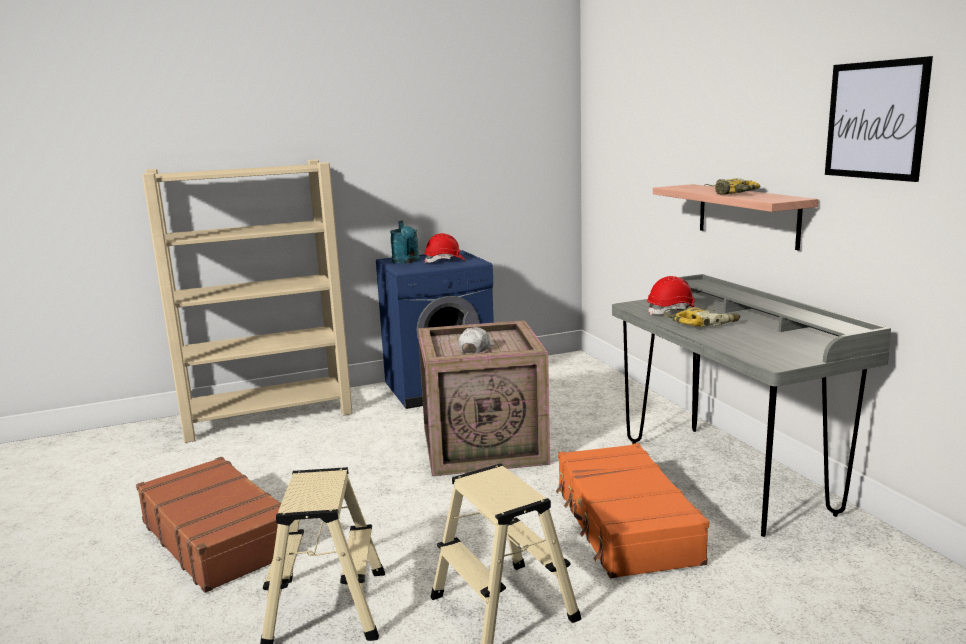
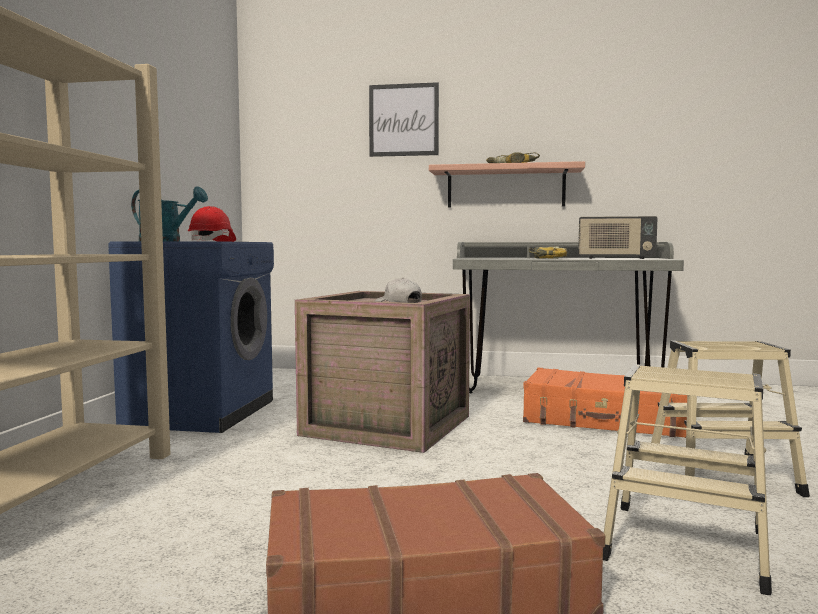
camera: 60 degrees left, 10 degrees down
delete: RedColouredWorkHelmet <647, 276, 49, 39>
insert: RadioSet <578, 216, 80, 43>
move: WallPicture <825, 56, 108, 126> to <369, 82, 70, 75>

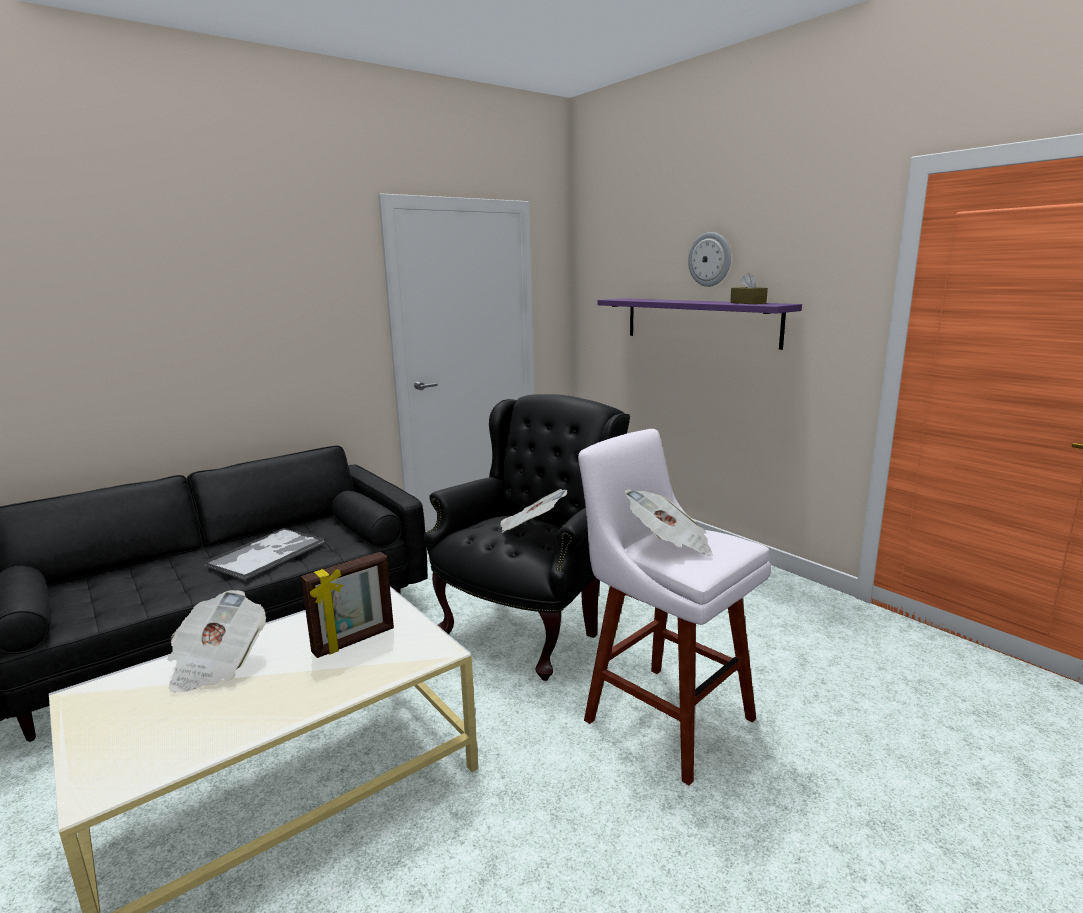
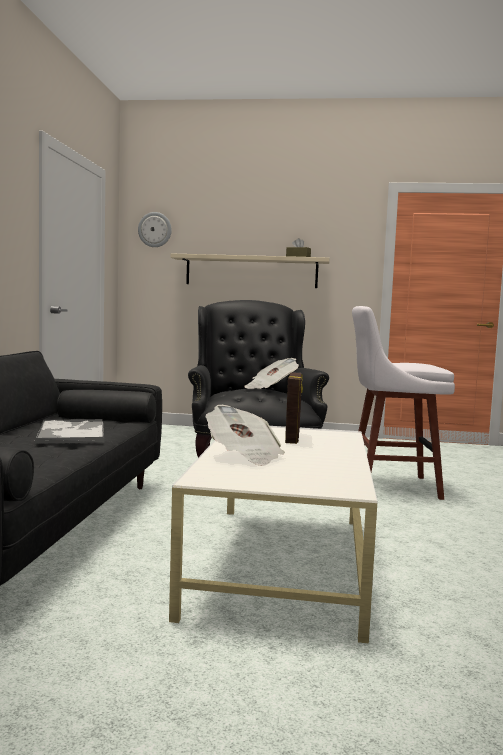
camera: 45 degrees left, 10 degrees down
delete: PrintedPaper <624, 489, 89, 67>
move: ClockOnTheWall <688, 232, 43, 55> to <138, 212, 34, 35>
recolor: PurplishBracketShelf <598, 298, 204, 52> to SandColouredBracketShelf <170, 253, 159, 35>

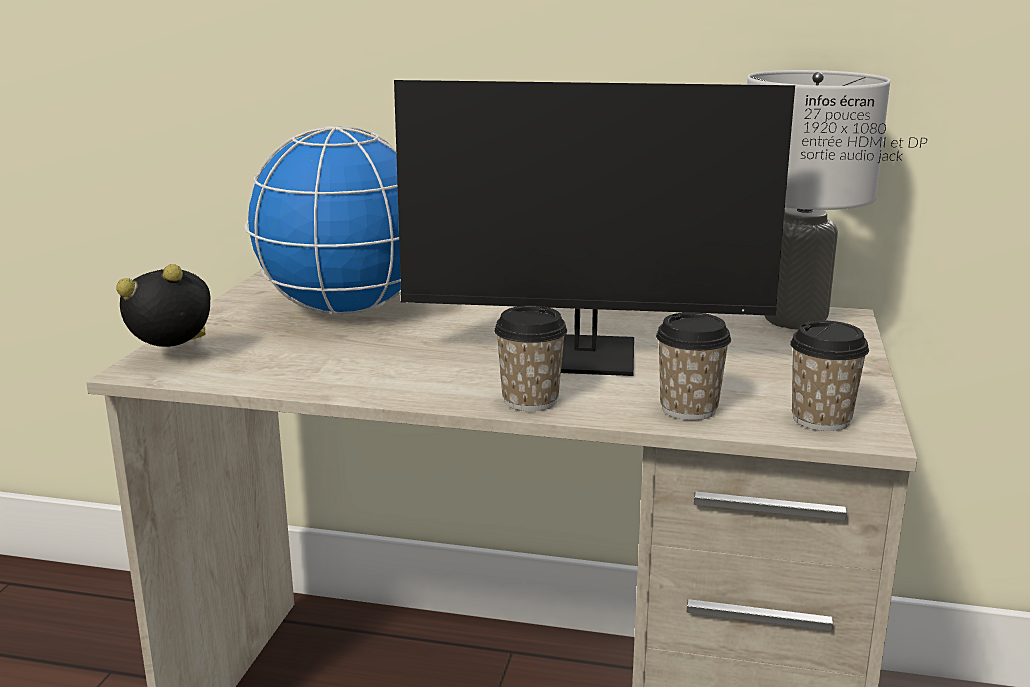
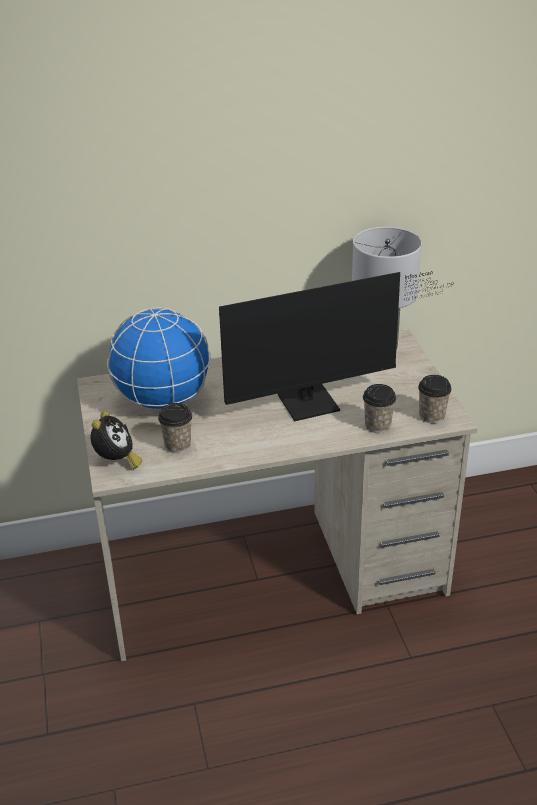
camera: 25 degrees left, 15 degrees up
move: Cup <494, 306, 73, 105> to <158, 403, 34, 50>
rotate: TableClock <116, 264, 94, 83> = <90, 411, 52, 58> 135 degrees clockwise

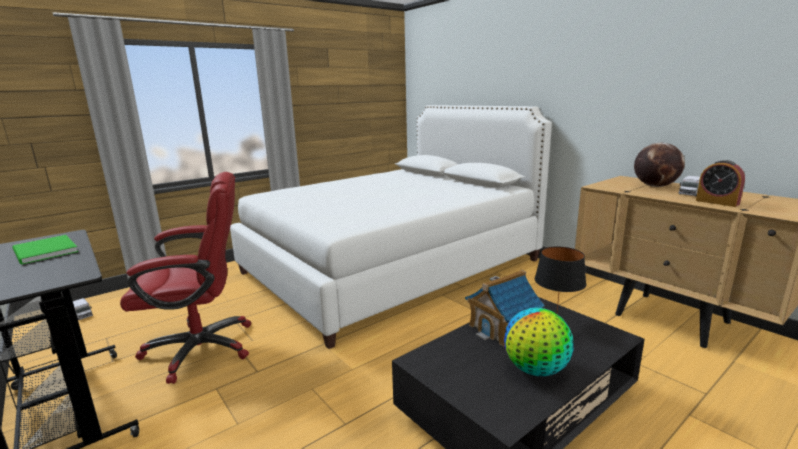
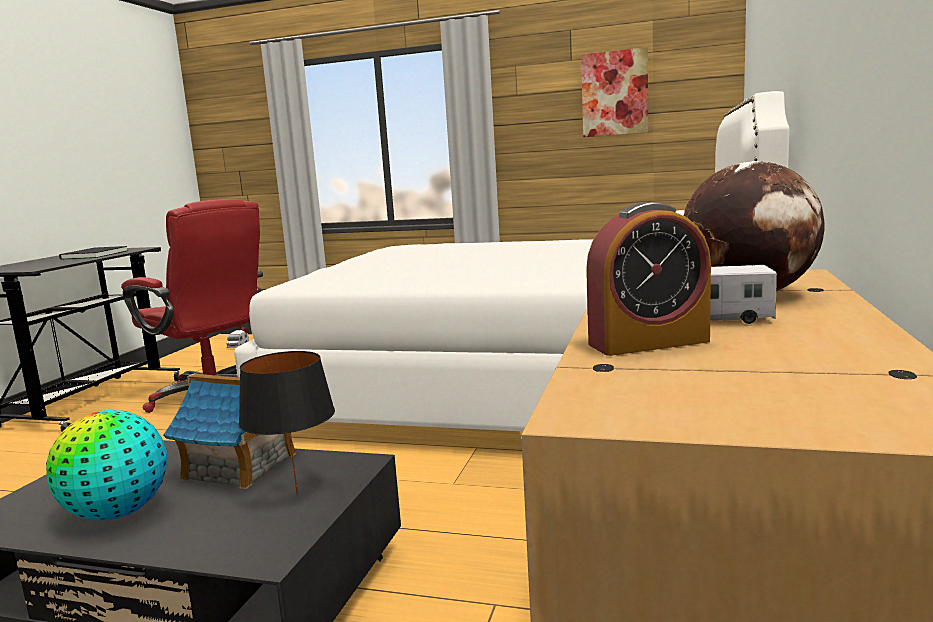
camera: 55 degrees right, 5 degrees down
insert: WallPicture <581, 47, 67, 90>
recolor: GreenishVolume <12, 235, 66, 30> to BlackColouredVolume <59, 246, 68, 14>
rotate: TableClock <696, 160, 49, 47> = <586, 202, 125, 154> 120 degrees counterclockwise

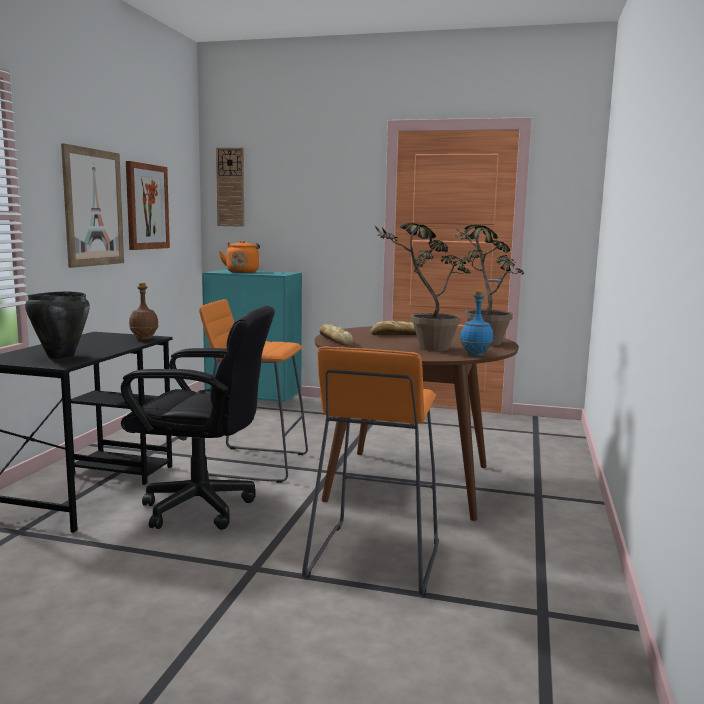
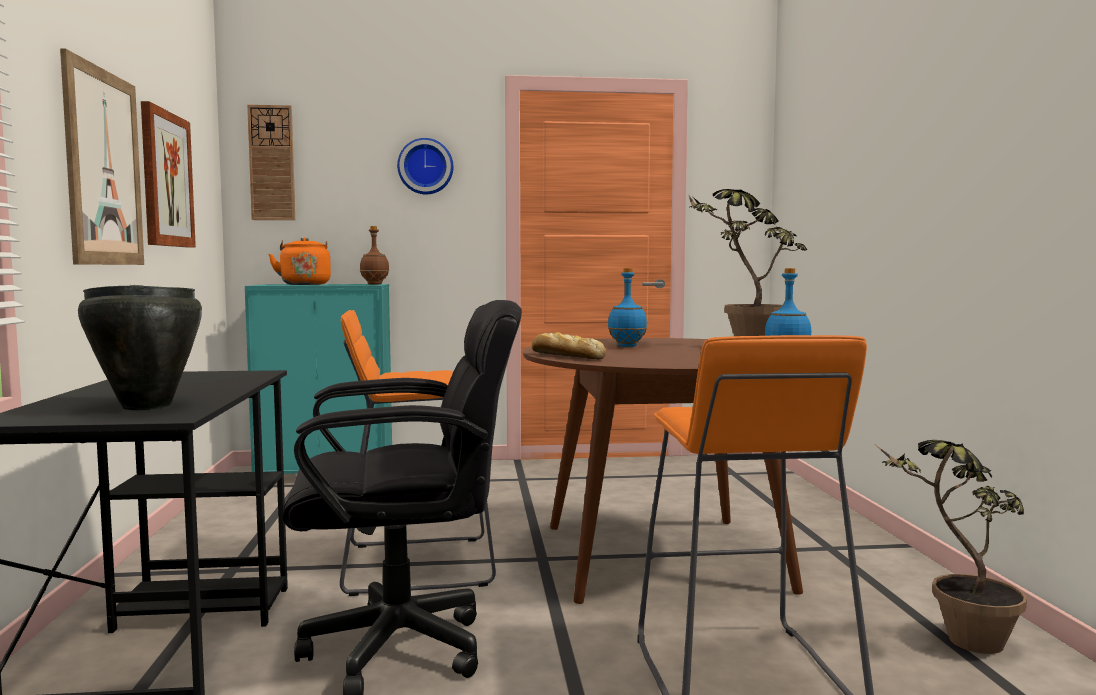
camera: 20 degrees left, 5 degrees down
insert: ClockOnTheWall <397, 138, 56, 56>
move: BrownishBeverageBottle <129, 283, 30, 57> to <360, 226, 29, 59>; Houseplant <373, 223, 98, 128> to <873, 440, 154, 214>
replace: Bread <371, 321, 45, 14> to BlueBeverageBottle <608, 268, 39, 79>

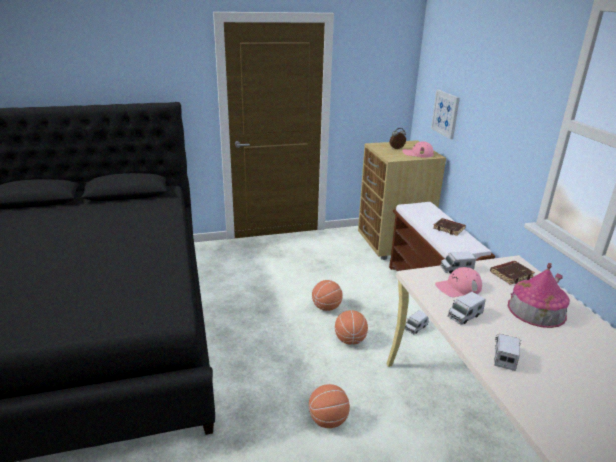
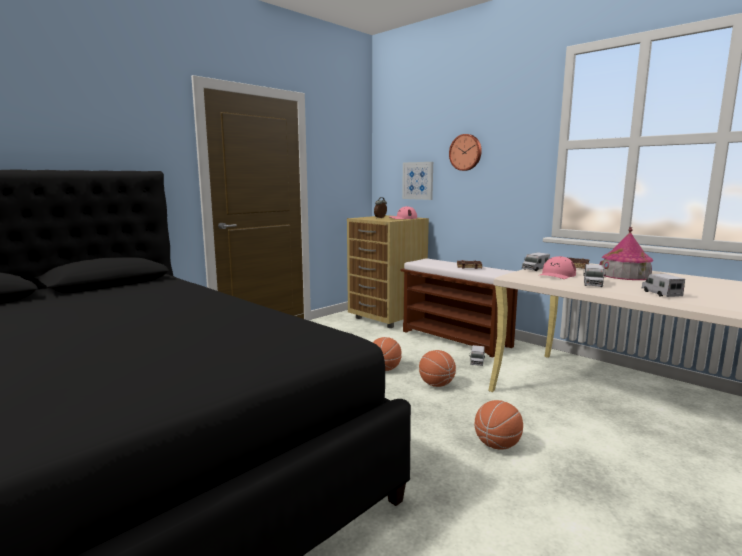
camera: 30 degrees left, 15 degrees down
insert: ClockOnTheWall <449, 134, 33, 37>

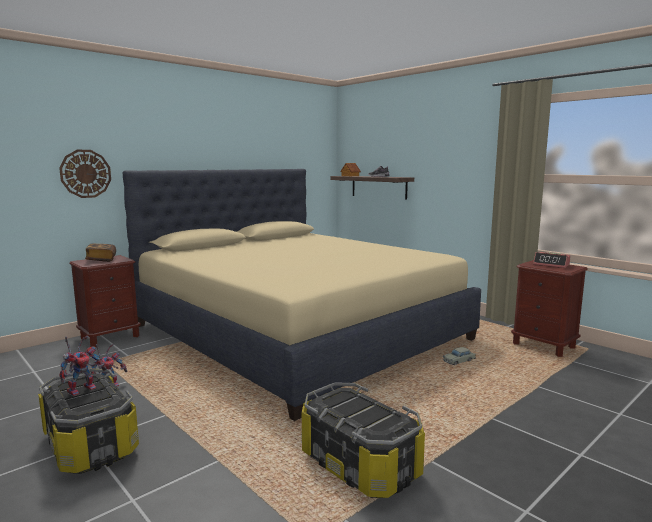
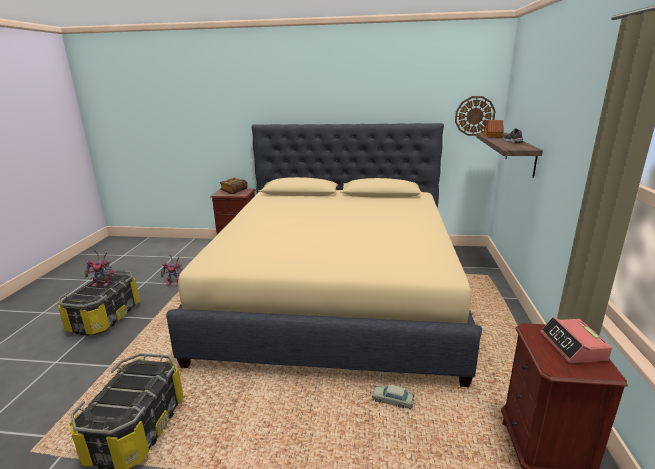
camera: 50 degrees right, 10 degrees up
move: ClockOnTheWall <59, 150, 52, 48> to <455, 96, 41, 40>

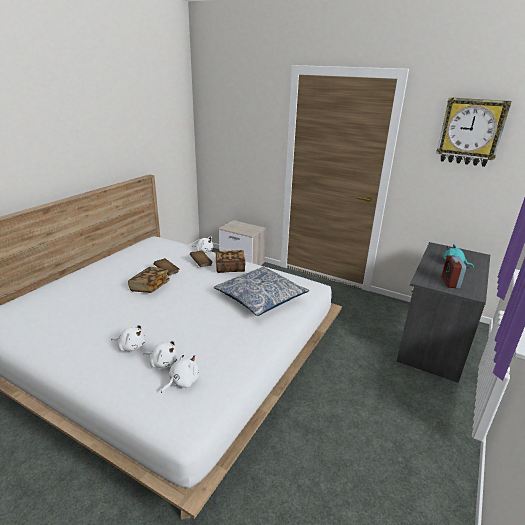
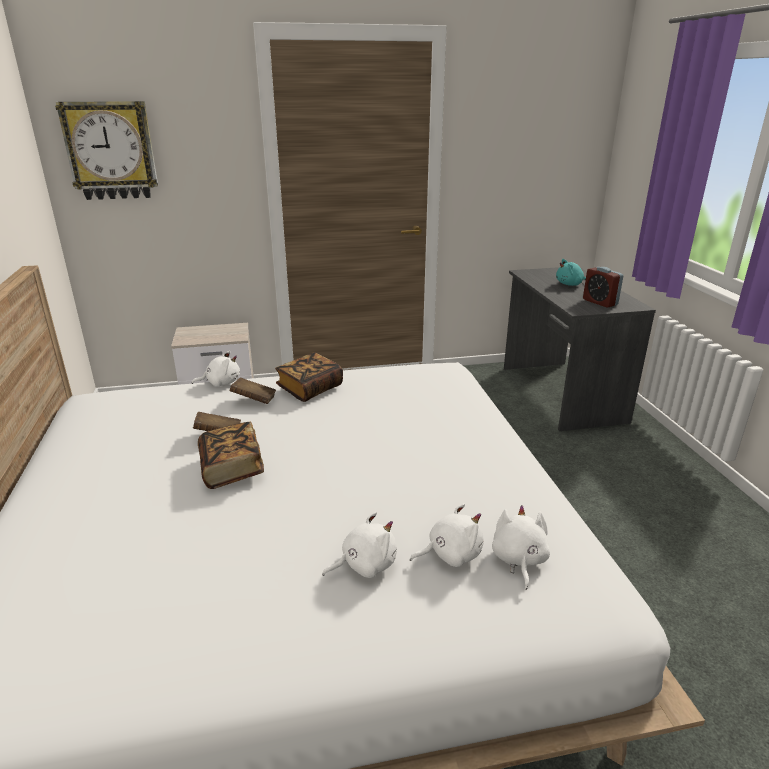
camera: 40 degrees left, 0 degrees up
delete: ThrowPillow <214, 267, 95, 49>
move: ClockOnTheWall <436, 97, 76, 70> to <55, 101, 103, 99>

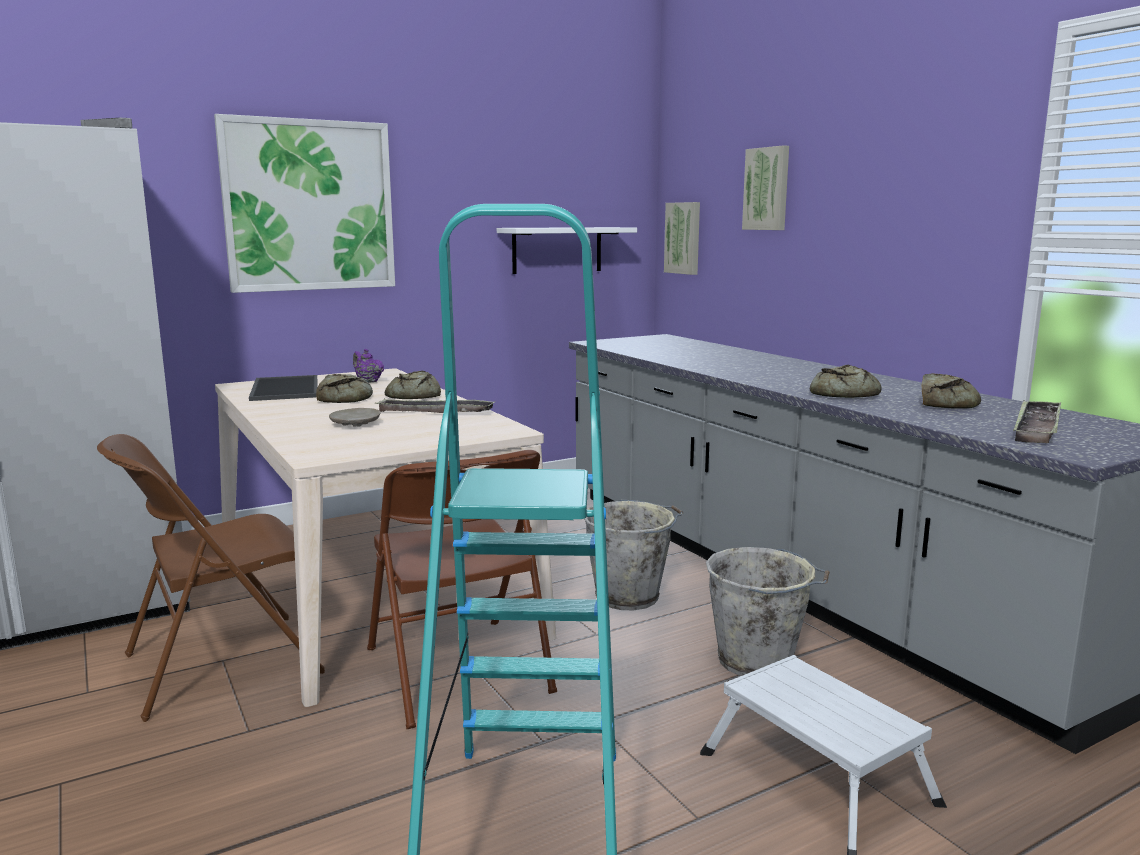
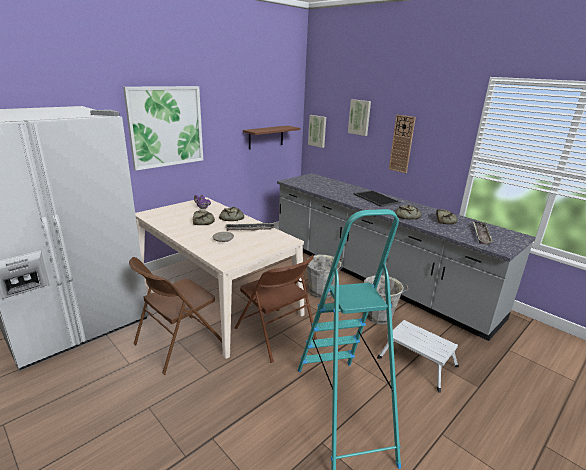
camera: 15 degrees left, 10 degrees up
insert: ClockOnTheWall <389, 115, 27, 58>
move: CarryingTray <249, 375, 68, 26> to <353, 190, 47, 17>
recolor: WhitishBracketShelf <497, 227, 140, 47> to BrownishBracketShelf <243, 126, 57, 24>

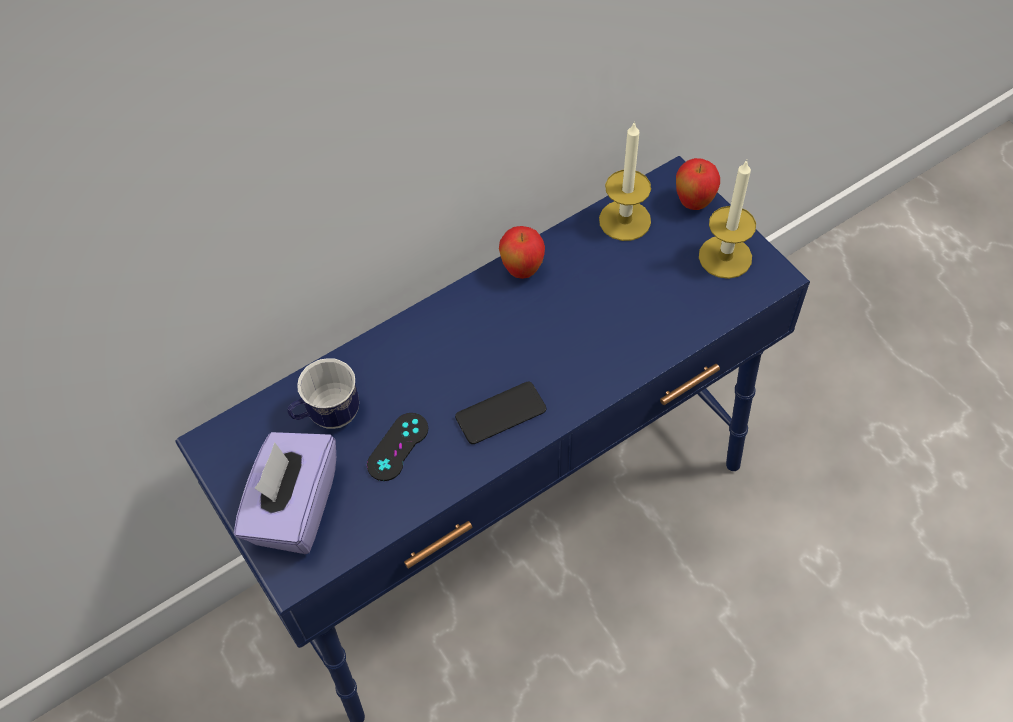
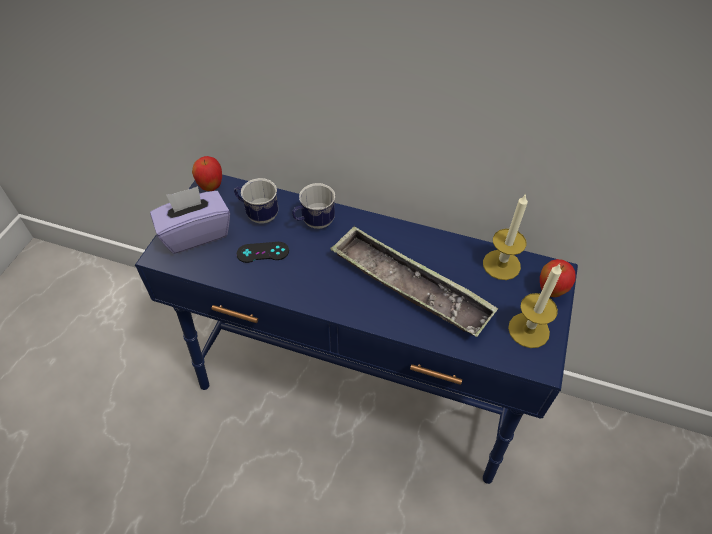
camera: 50 degrees right, 5 degrees down
delete: Handset <455, 382, 91, 62>
insert: Mug <292, 183, 43, 46>; CarryingTray <330, 226, 168, 111>
move: WholeApple <499, 226, 46, 53> to <192, 156, 30, 35>

